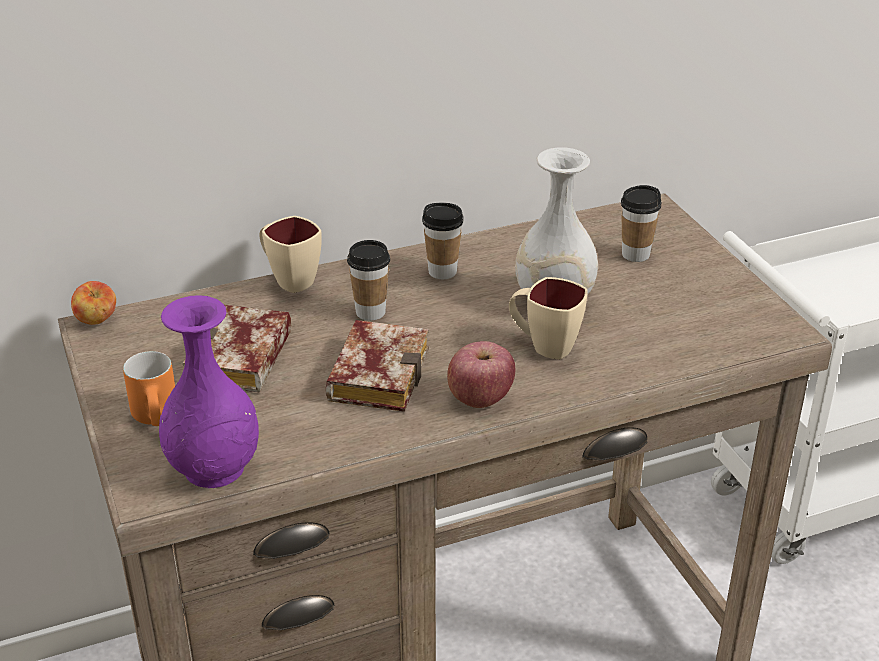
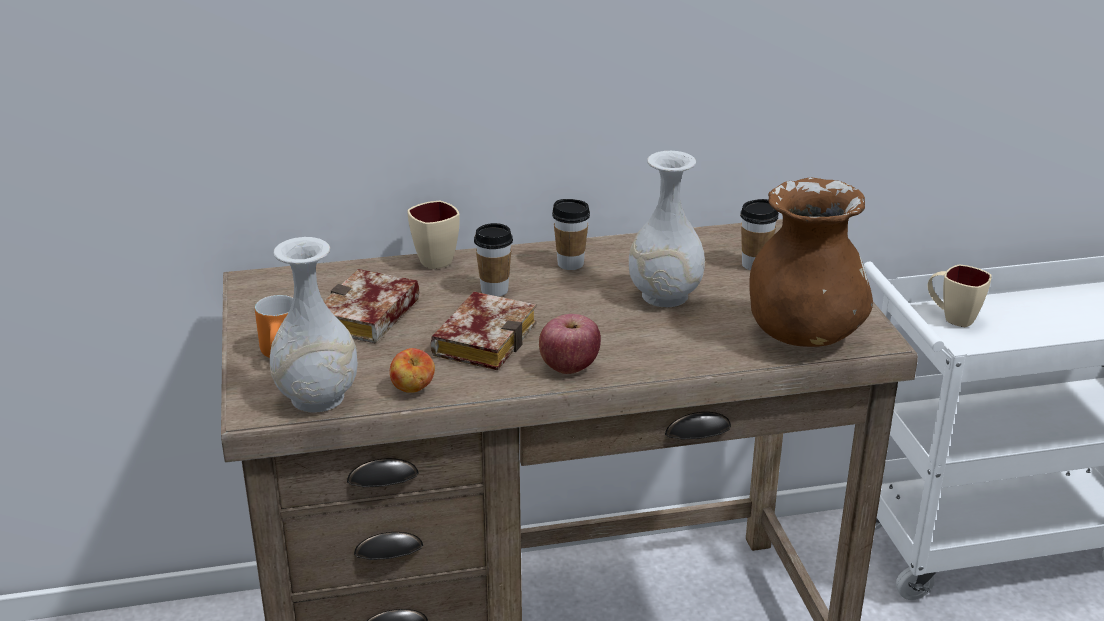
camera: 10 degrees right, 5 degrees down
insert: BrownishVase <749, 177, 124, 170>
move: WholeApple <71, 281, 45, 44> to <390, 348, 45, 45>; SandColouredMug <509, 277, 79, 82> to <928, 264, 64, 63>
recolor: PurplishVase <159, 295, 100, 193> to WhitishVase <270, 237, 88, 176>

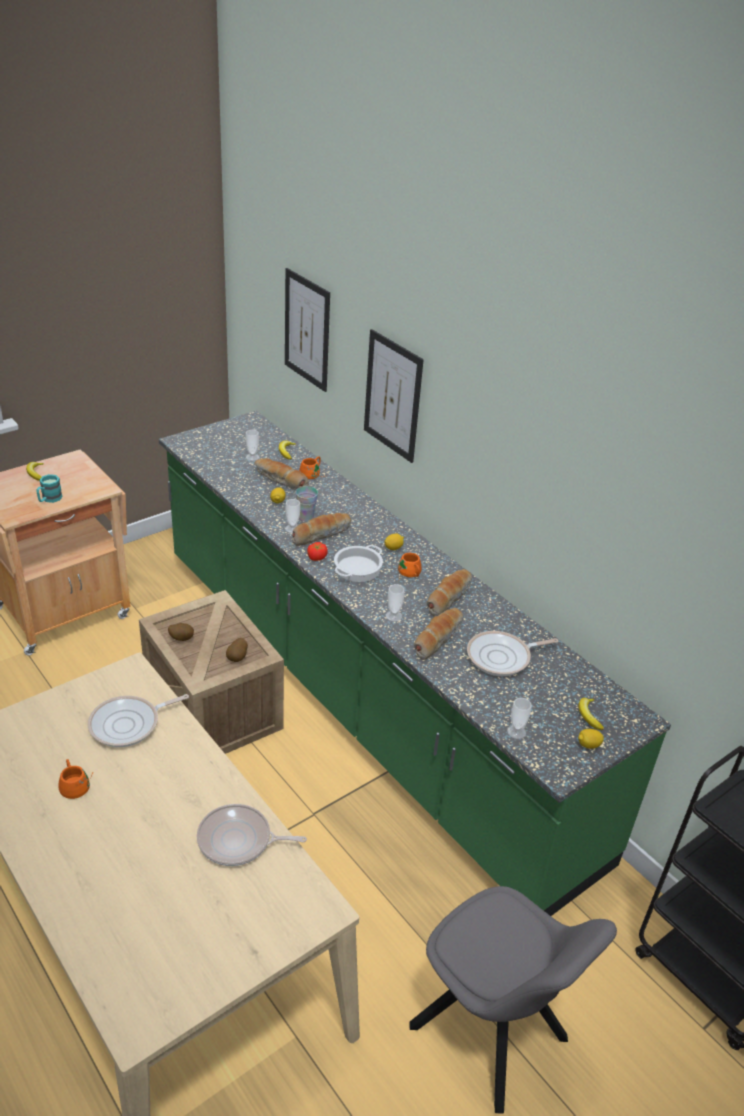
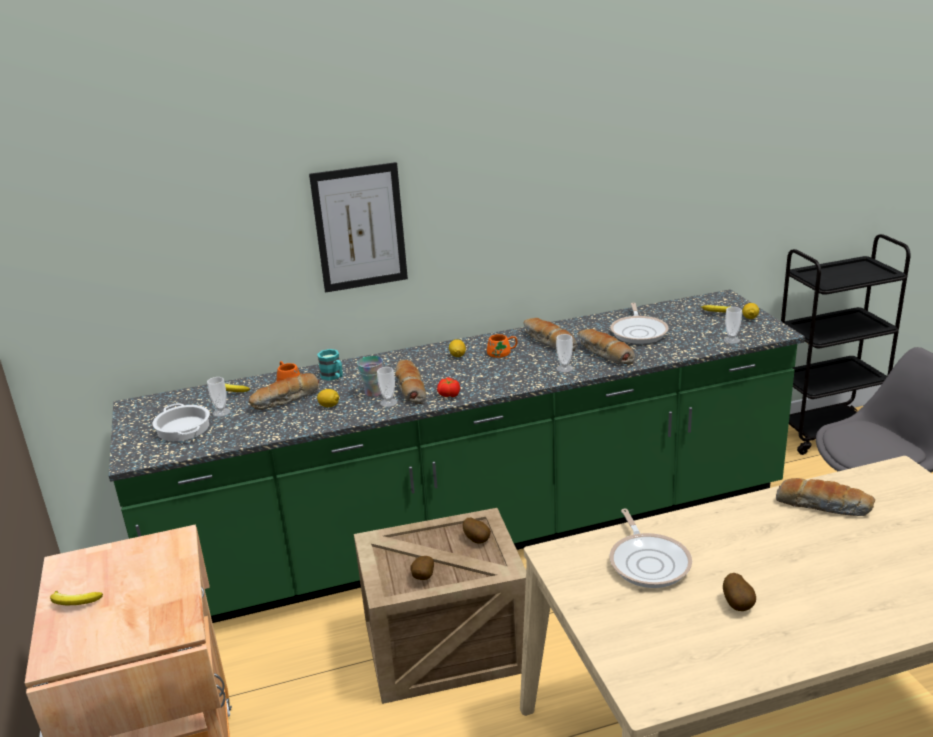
camera: 65 degrees left, 10 degrees down
delete: WallPicture <285, 268, 45, 124>
move: TurquoiseMug <36, 474, 26, 29> to <317, 349, 26, 32>; CookingPot <334, 545, 49, 37> to <152, 403, 58, 38>
replace: OrangeyMug <58, 759, 35, 40> to Spud <723, 573, 33, 38>; Pan <197, 804, 110, 62> to Bread <776, 478, 99, 38>

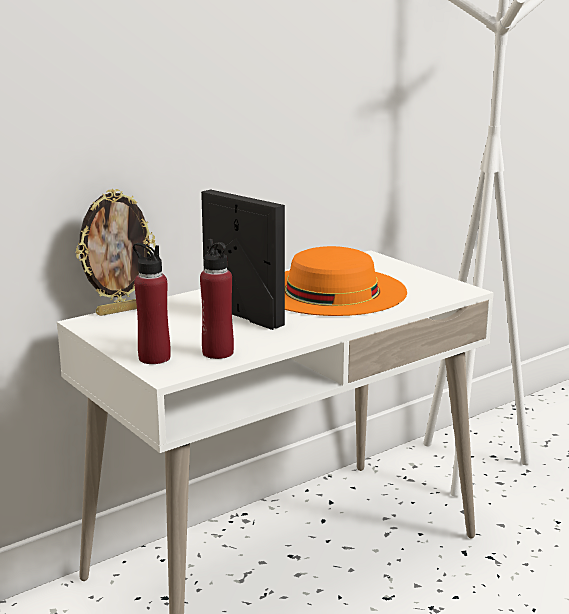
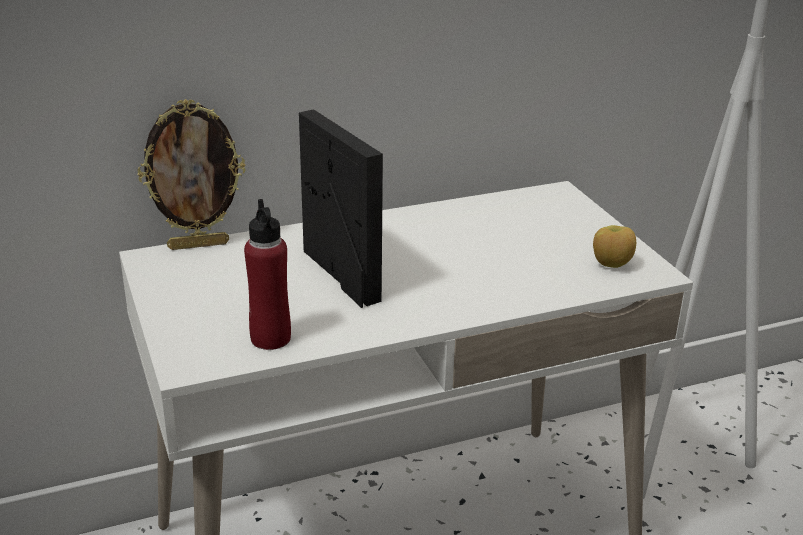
camera: 15 degrees right, 10 degrees up
delete: RedColouredBeverageBottle <133, 243, 38, 121>; OrangeyWearableHat <285, 246, 122, 70>
insert: WholeApple <593, 225, 43, 43>

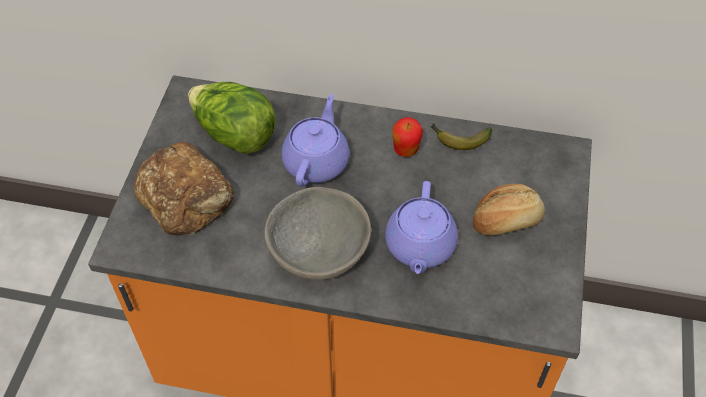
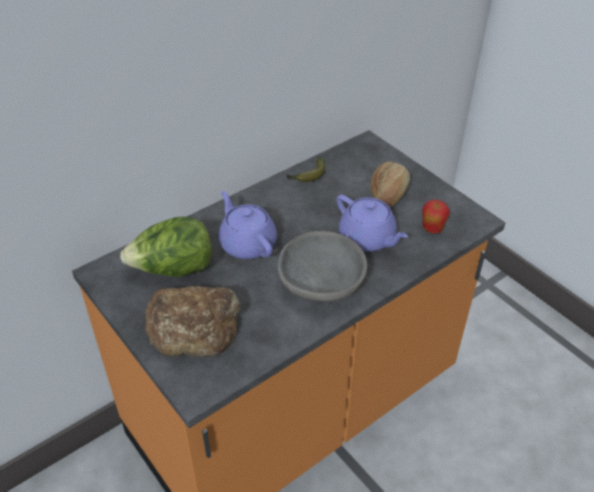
camera: 50 degrees left, 10 degrees down
move: WholeApple <392, 117, 31, 40> to <422, 200, 28, 34>

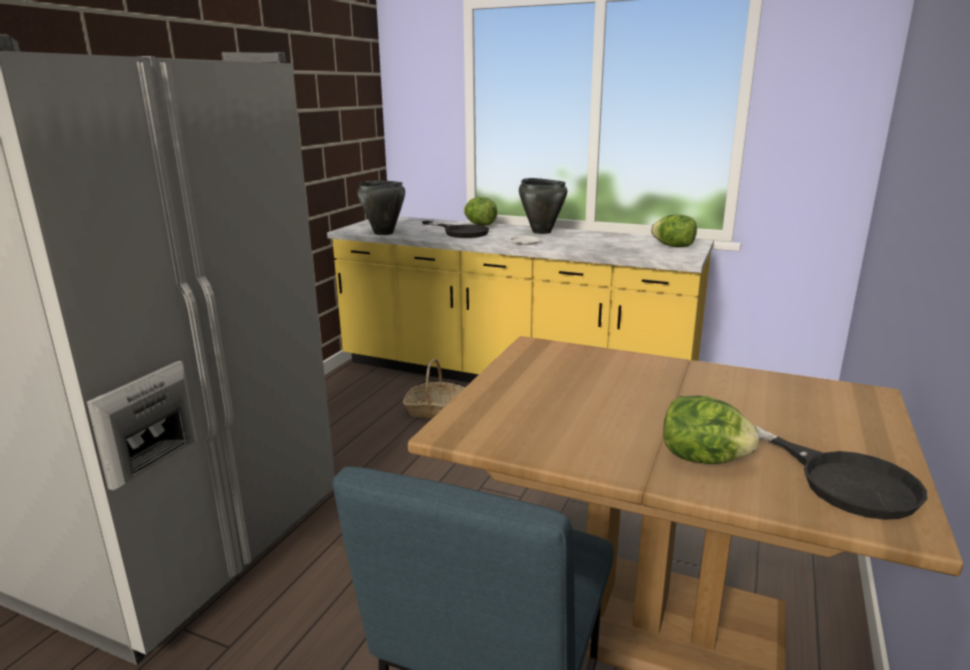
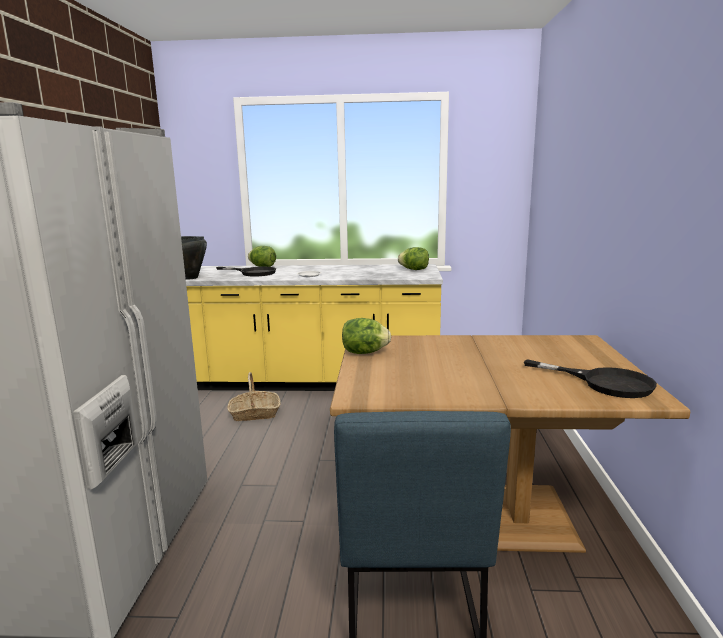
camera: 20 degrees left, 5 degrees down
delete: BlackColouredCookingPot <519, 178, 48, 56>
move: Lettuce <663, 395, 97, 69> to <342, 318, 49, 36>

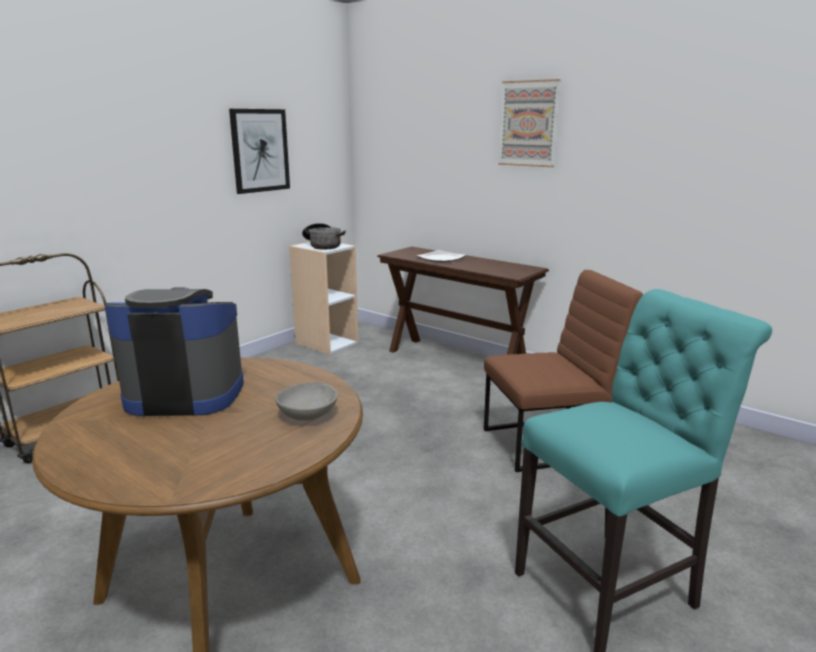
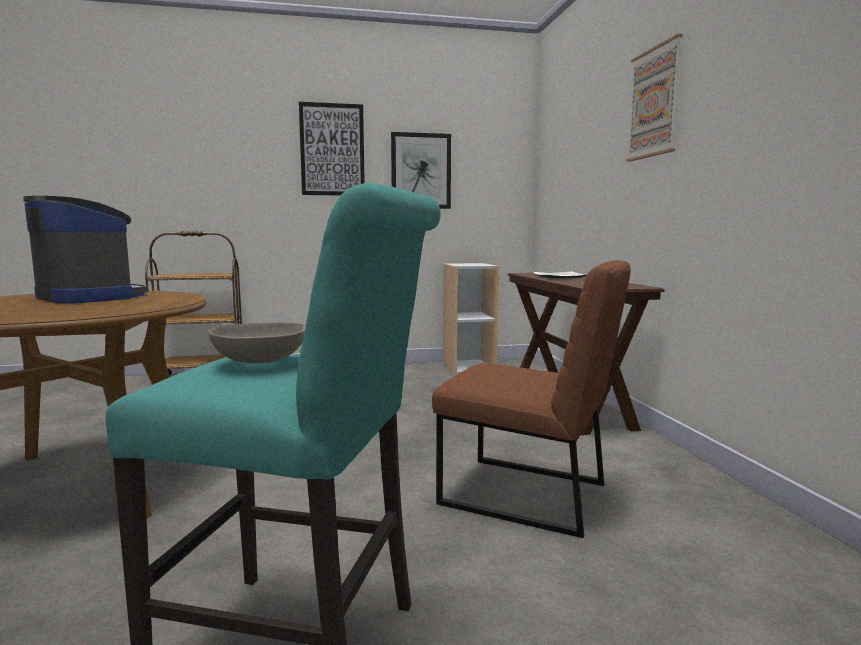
camera: 40 degrees right, 10 degrees down
delete: CookingPot <302, 223, 44, 26>
insert: WallPicture <299, 102, 66, 93>
move: GreyDeepDish <275, 382, 63, 39> to <208, 322, 98, 41>

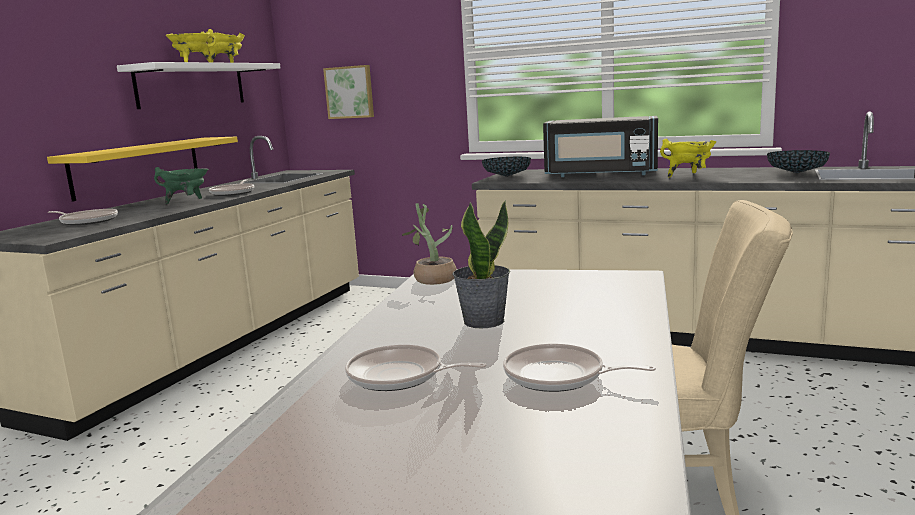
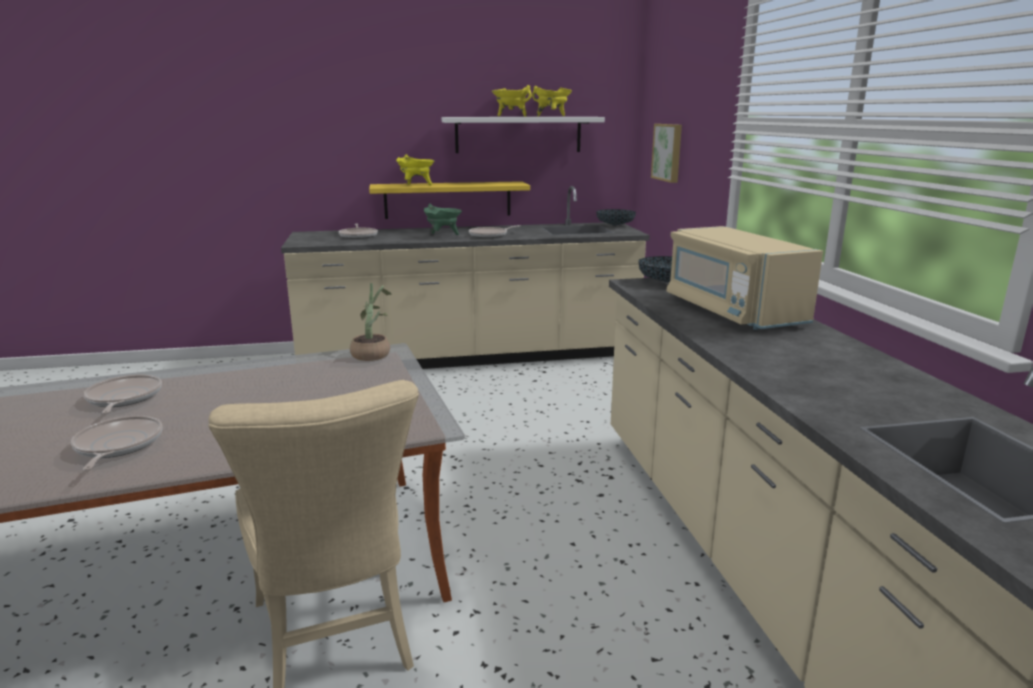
camera: 55 degrees right, 5 degrees up
delete: Houseplant <453, 200, 57, 128>
move: YellowCookingPot <660, 139, 56, 38> to <396, 154, 39, 32>; DeepDish <767, 150, 63, 23> to <596, 209, 40, 17>
recolor: BlackColouredKitchenMicrowave <543, 116, 115, 61> to SandColouredKitchenMicrowave <667, 226, 156, 104>

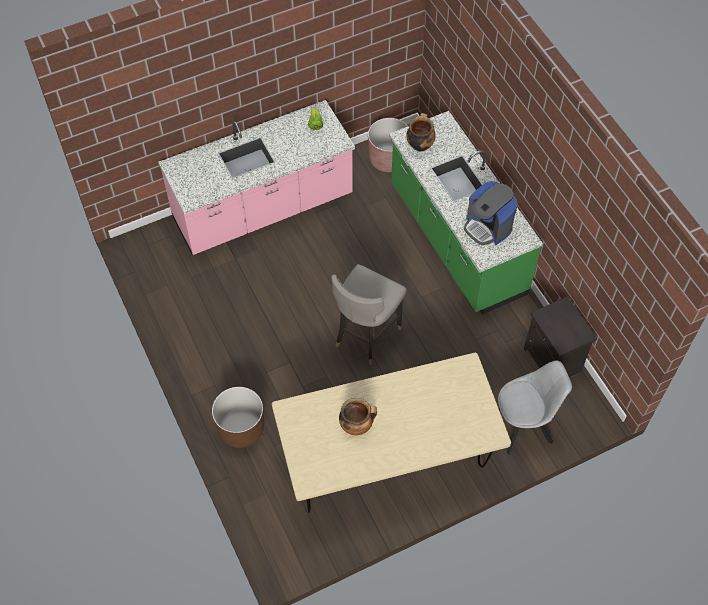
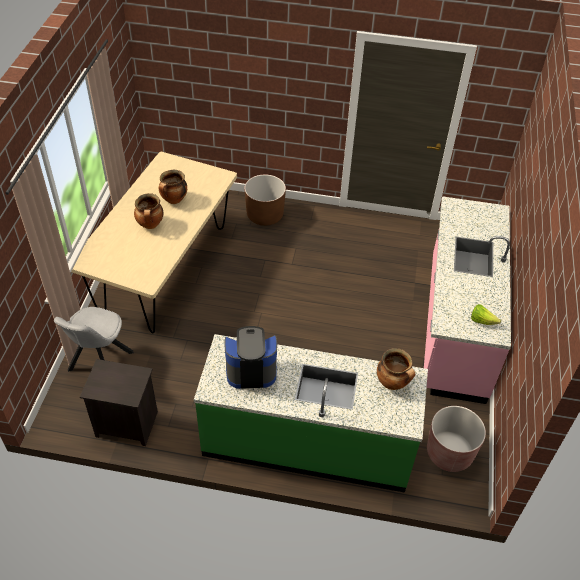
camera: 125 degrees right, 10 degrees down
delete: GreyStool <331, 264, 76, 101>
insert: CookingPot <134, 193, 30, 36>

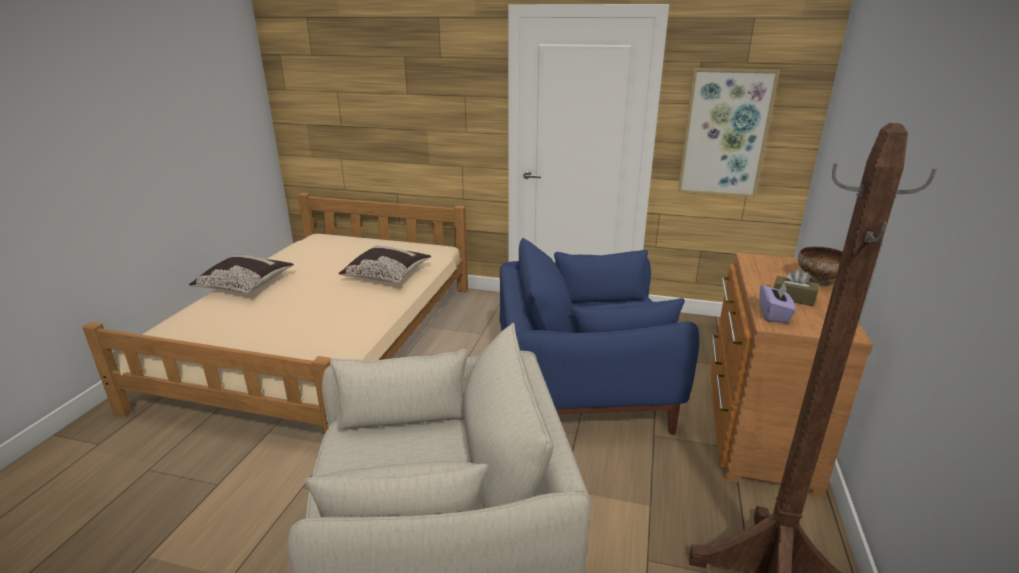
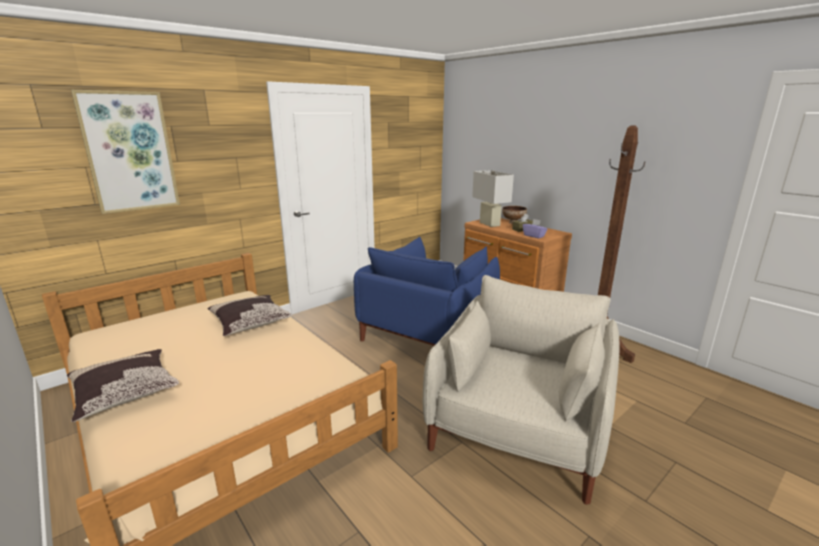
camera: 55 degrees left, 5 degrees down
insert: WhitishTabletopLamp <472, 170, 42, 57>
move: WallPicture <678, 68, 102, 129> to <71, 90, 109, 124>

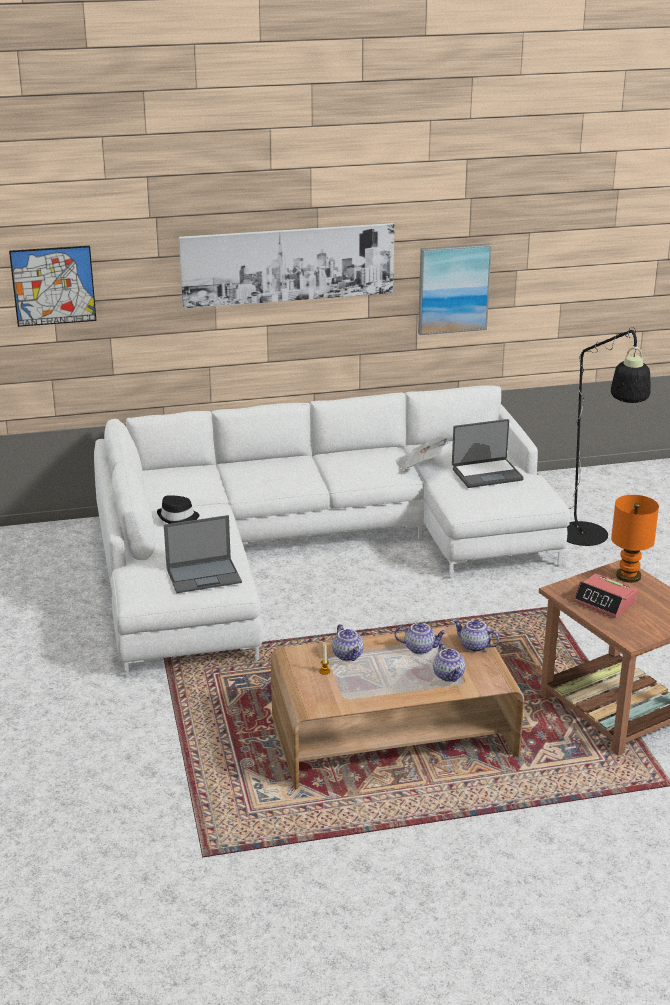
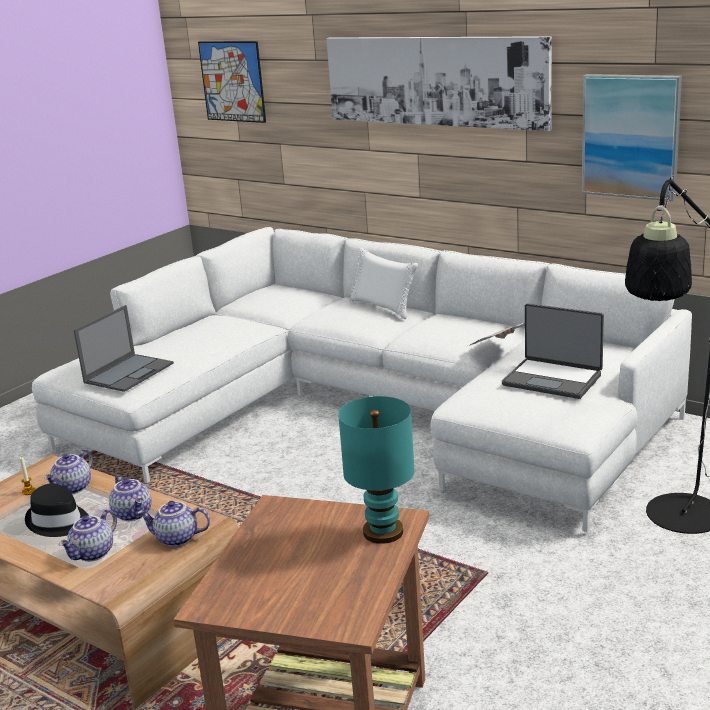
camera: 50 degrees right, 5 degrees down
delete: TableClock <573, 573, 64, 45>
insert: WhitishThrowPillow <348, 248, 70, 71>
move: BlackColouredWearableHat <157, 495, 42, 29> to <25, 483, 64, 54>
recolor: OrangeyTabletopLamp <611, 495, 48, 88> to TurquoiseTabletopLamp <338, 396, 77, 148>
rotate: Laptop <164, 515, 78, 78> = <74, 305, 100, 87> 90 degrees counterclockwise; Teapot <453, 619, 47, 33> = <137, 501, 73, 46> 75 degrees counterclockwise

